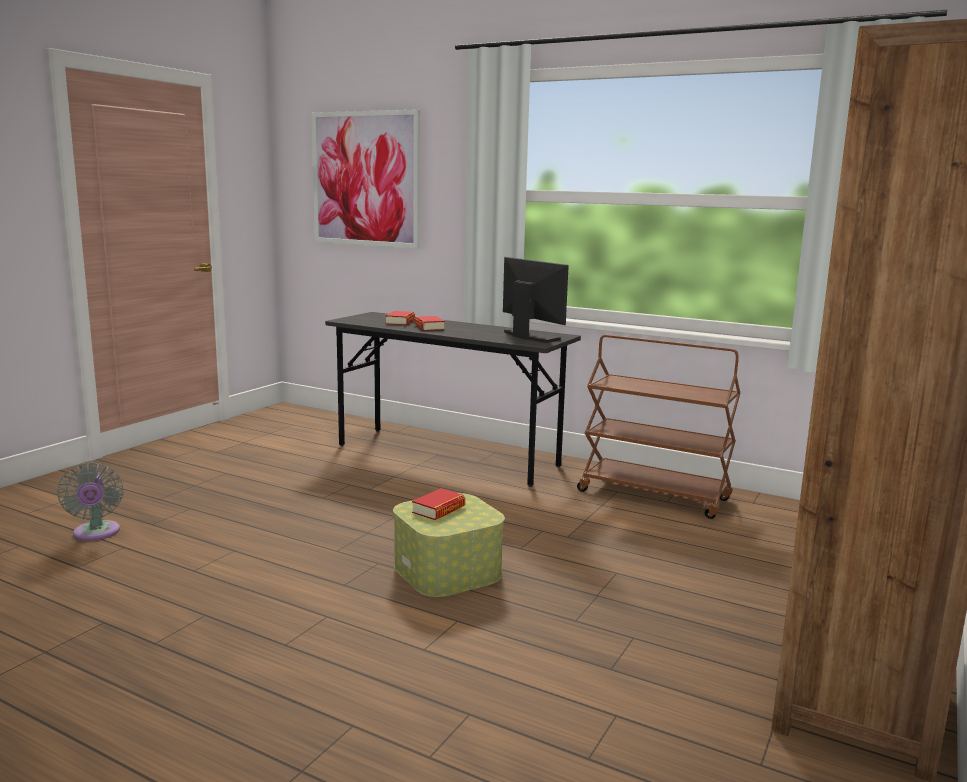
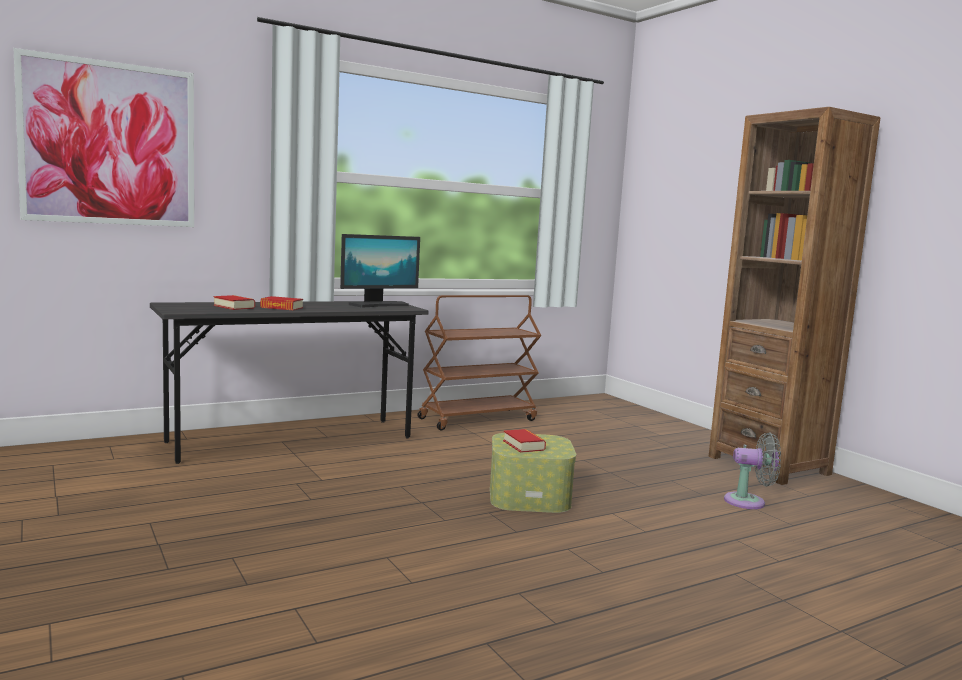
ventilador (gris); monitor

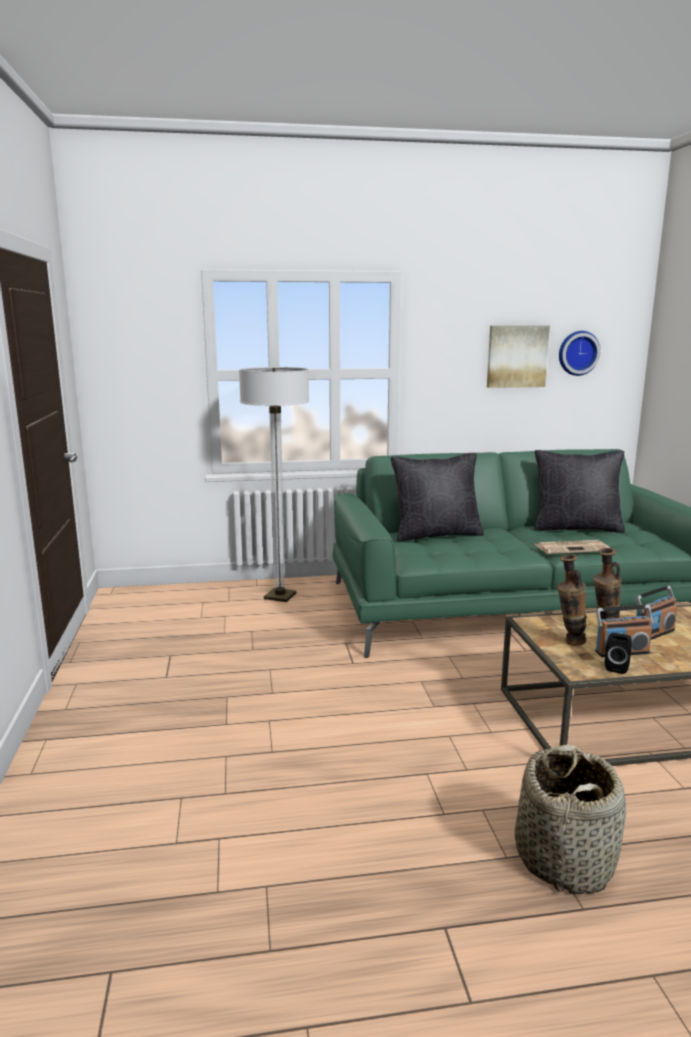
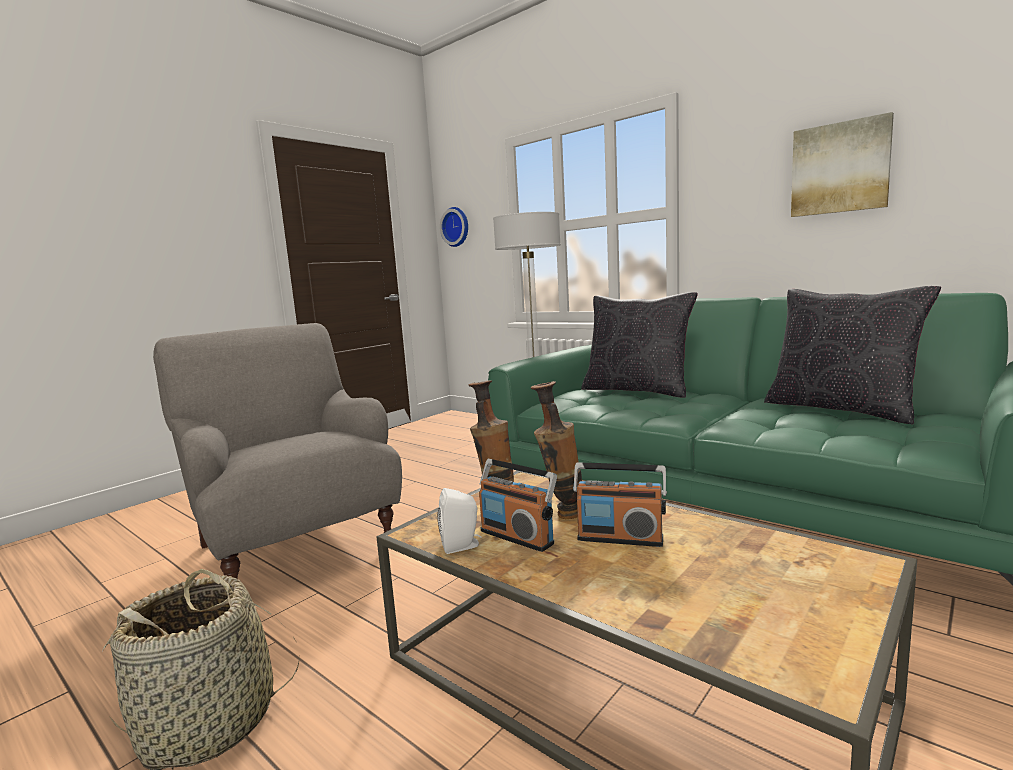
periódico; sillón (gris); reloj de pared; altavoz (blanco)

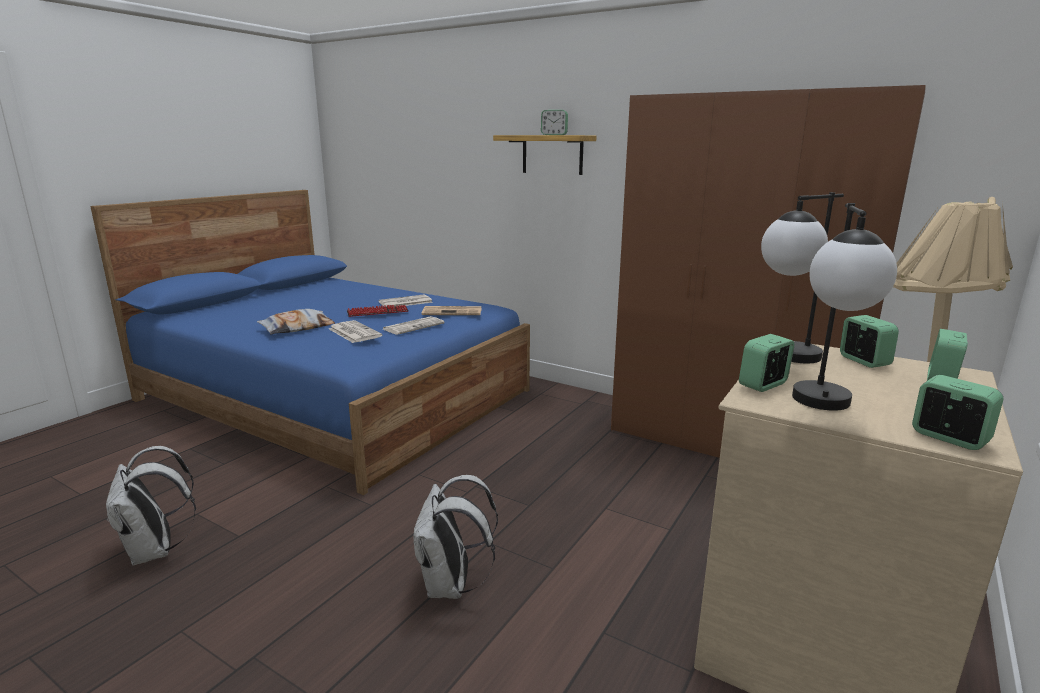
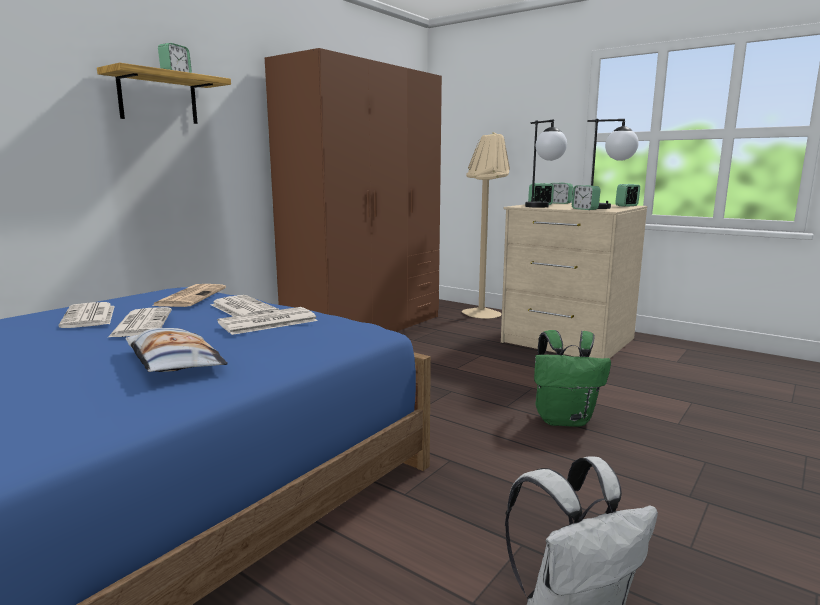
periódico (2nd from left); mochila (verde)

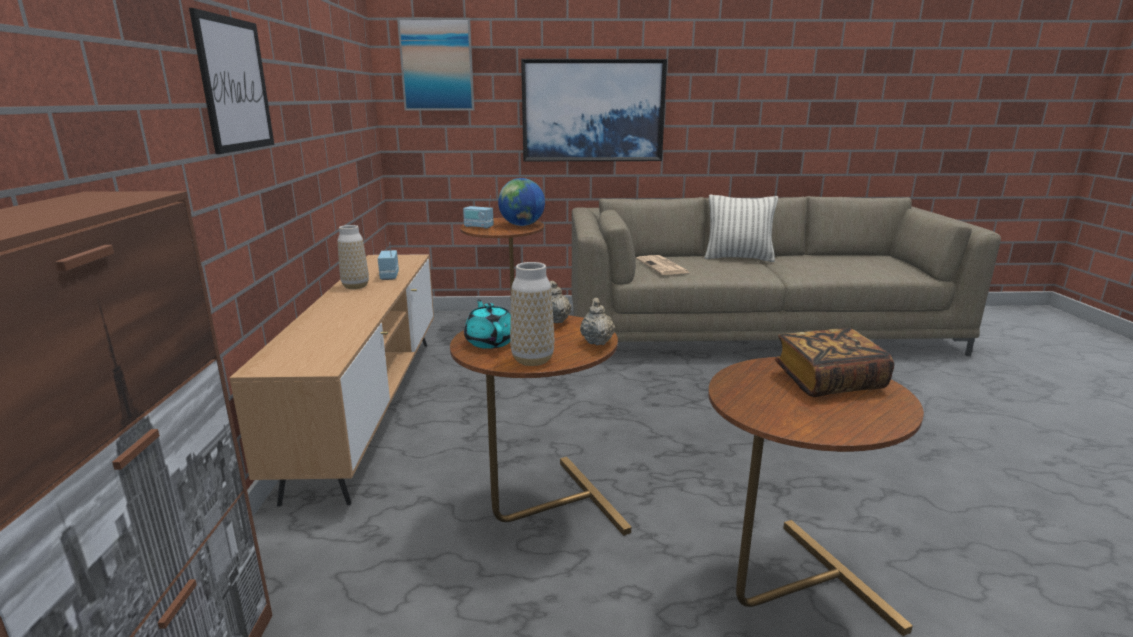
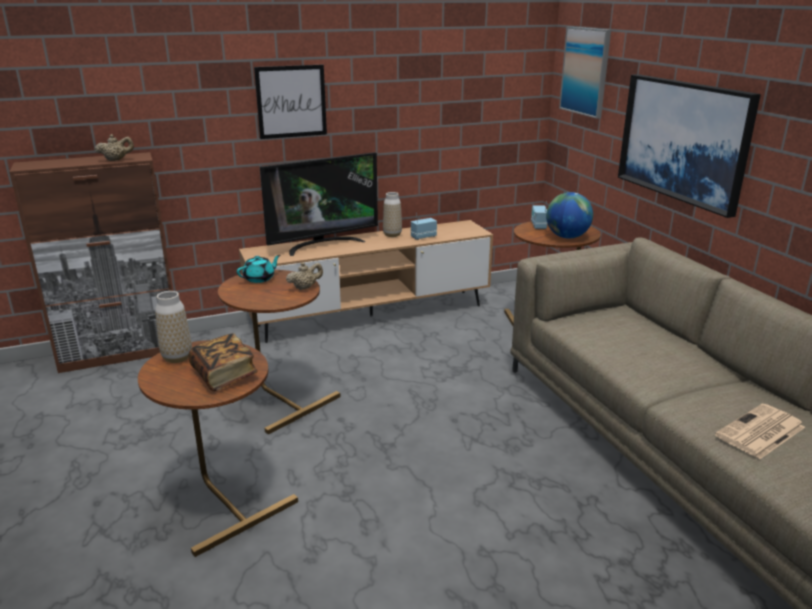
cojín; televisor; florero (1st from left); tetera (beis) (1st from left); periódico

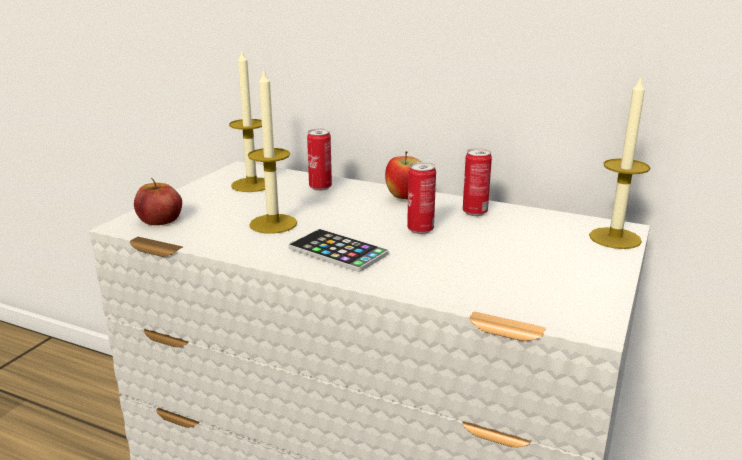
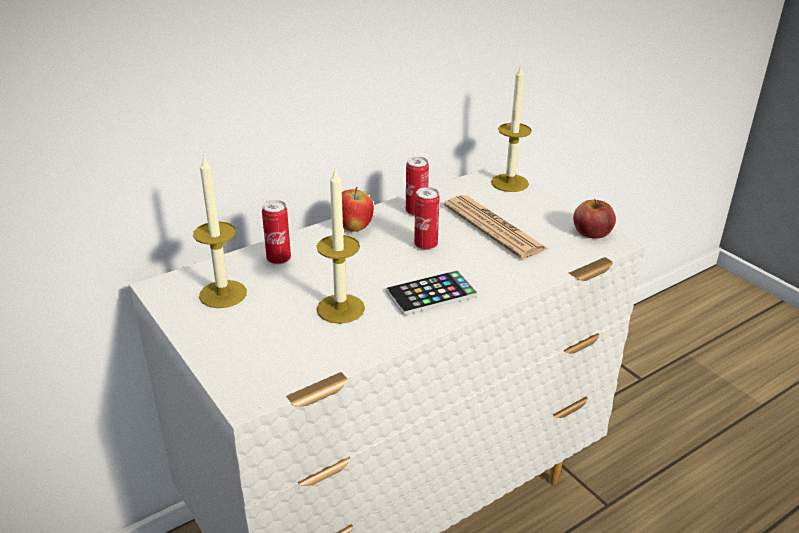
periódico; manzana (2nd from left)

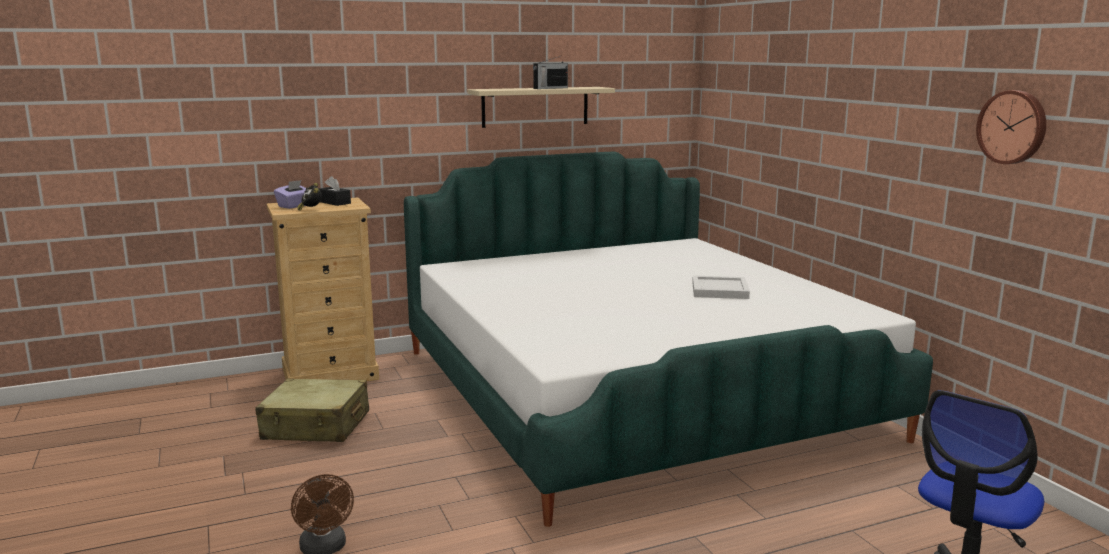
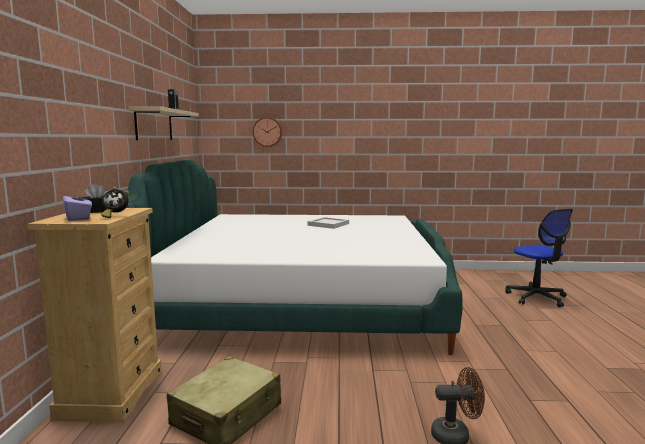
reloj de pared

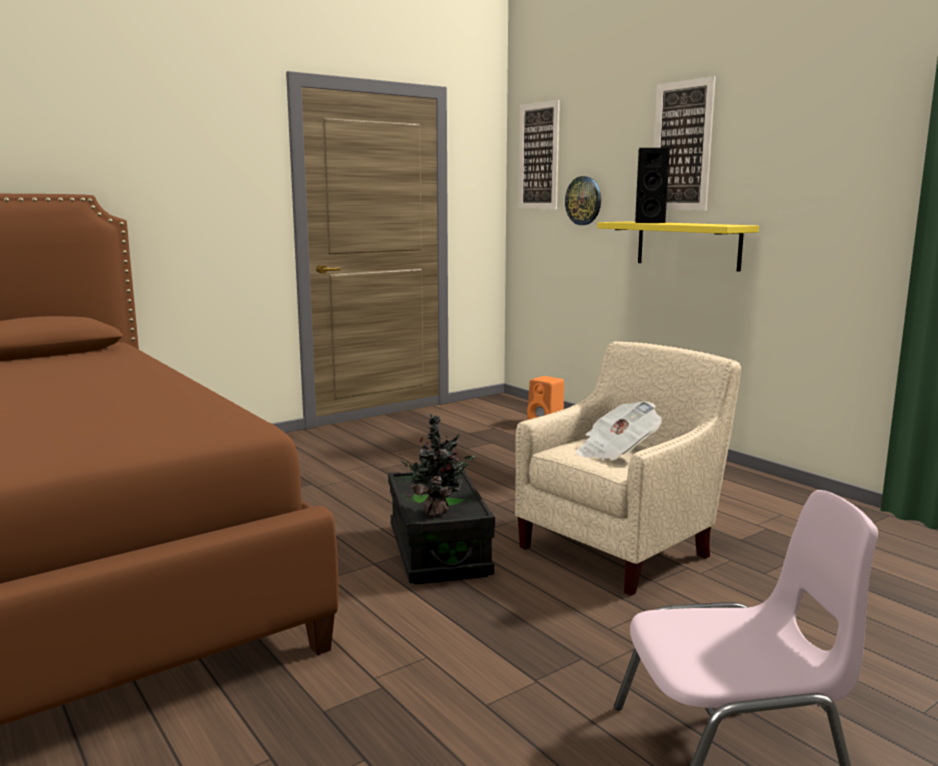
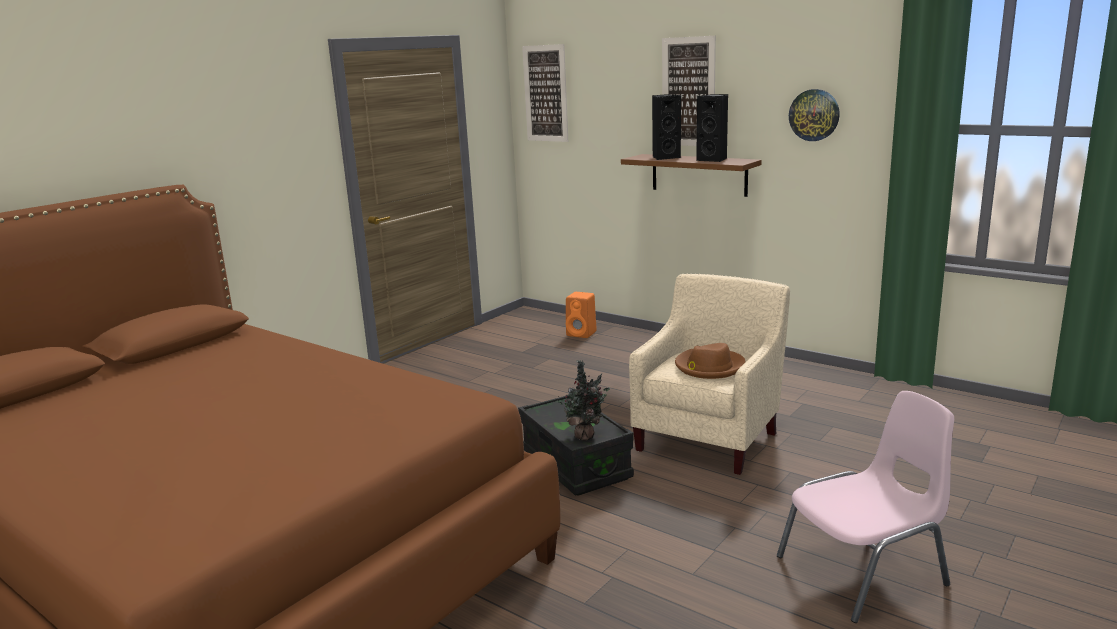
altavoz (negro) (2nd from left); reloj de pared; sombrero (marrón); estante (marrón)

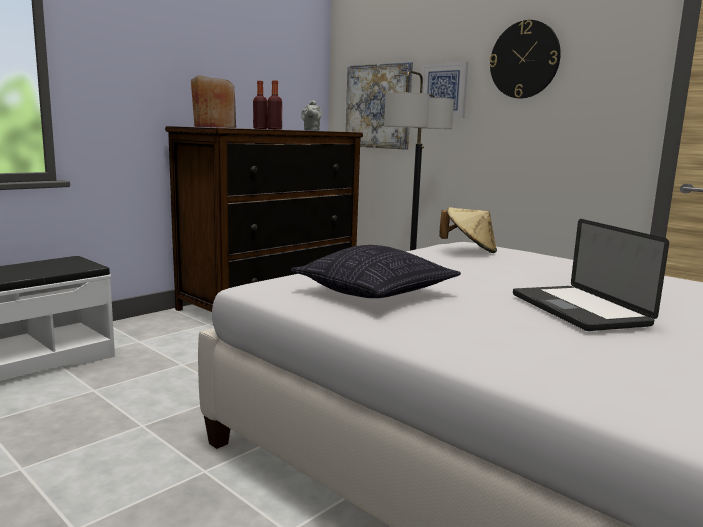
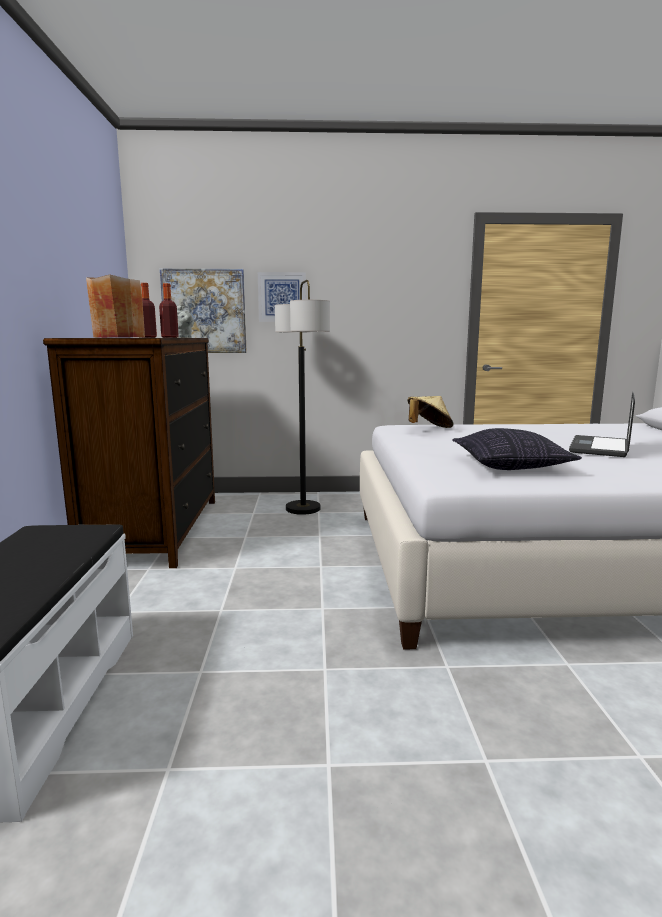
reloj de pared; portátil

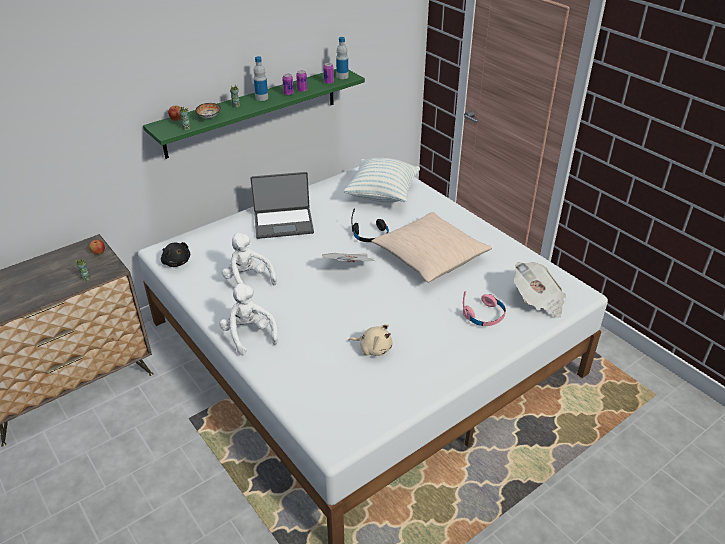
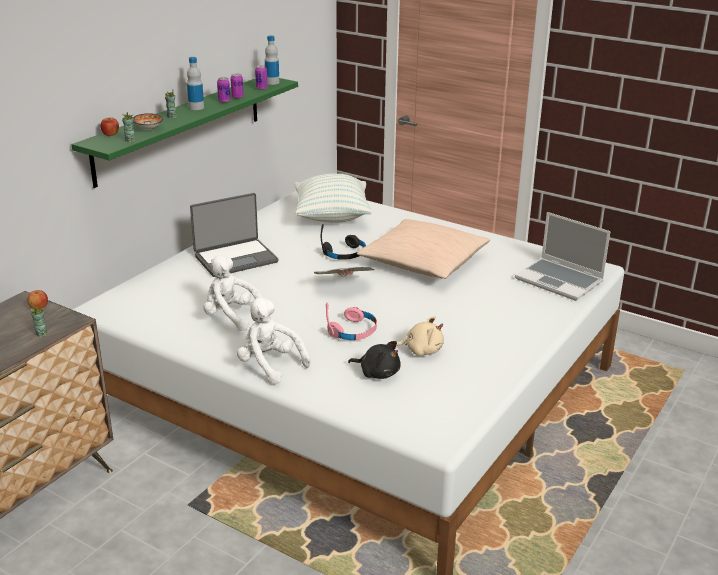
peluche (negro); auriculares (rosa); portátil (2nd from left)

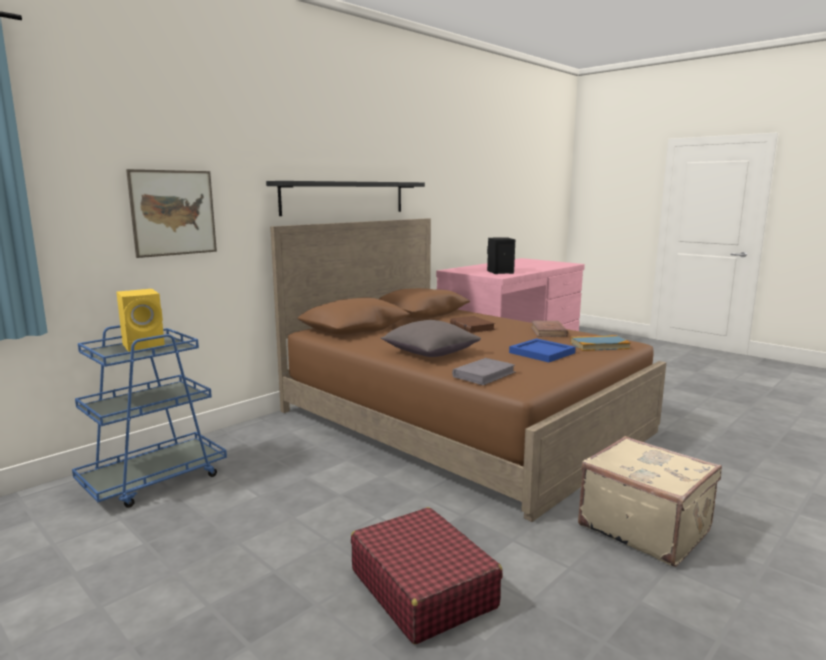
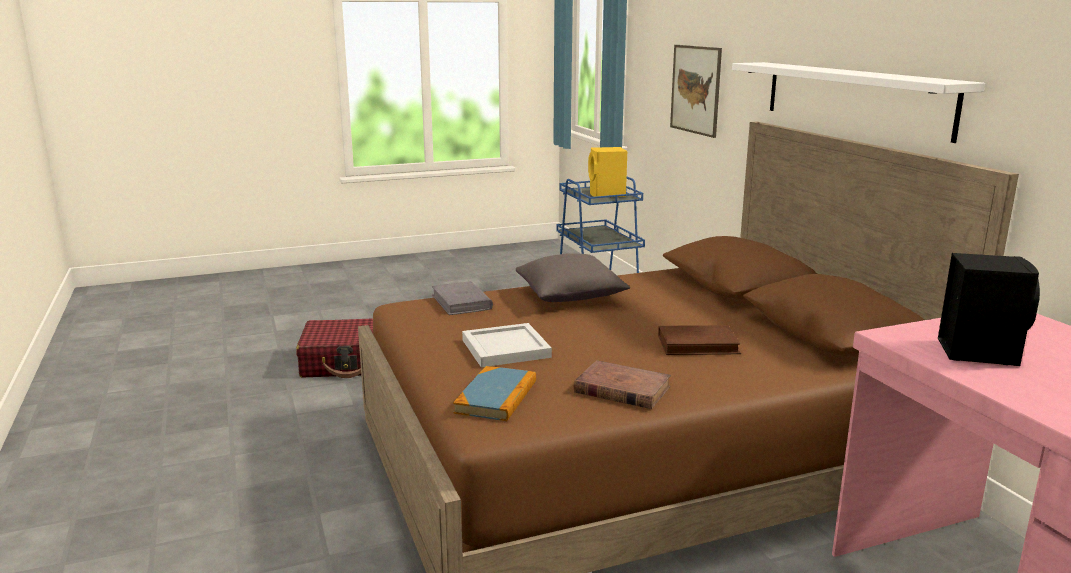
maleta (beis); estante (blanco); bandeja (blanco)

